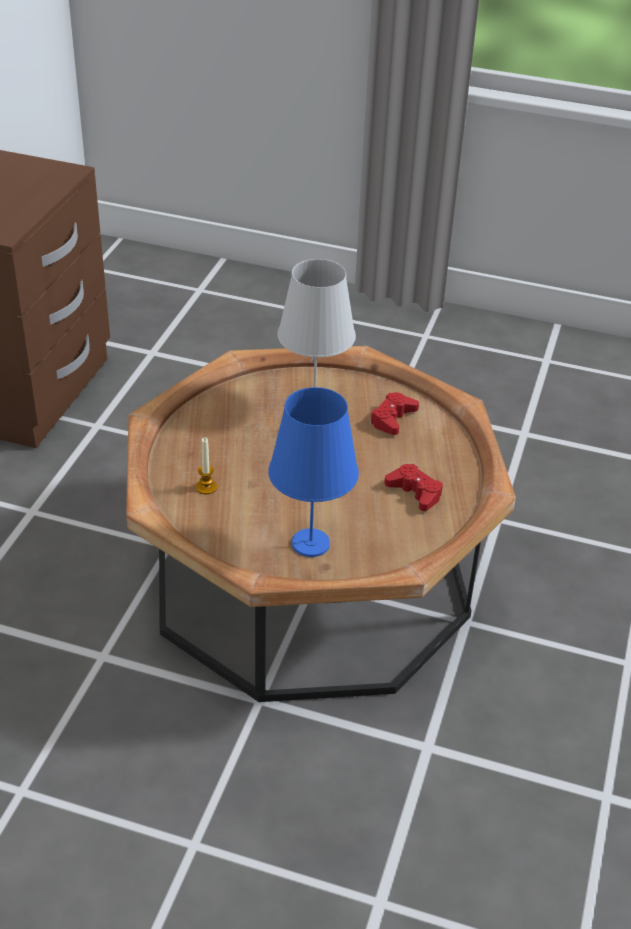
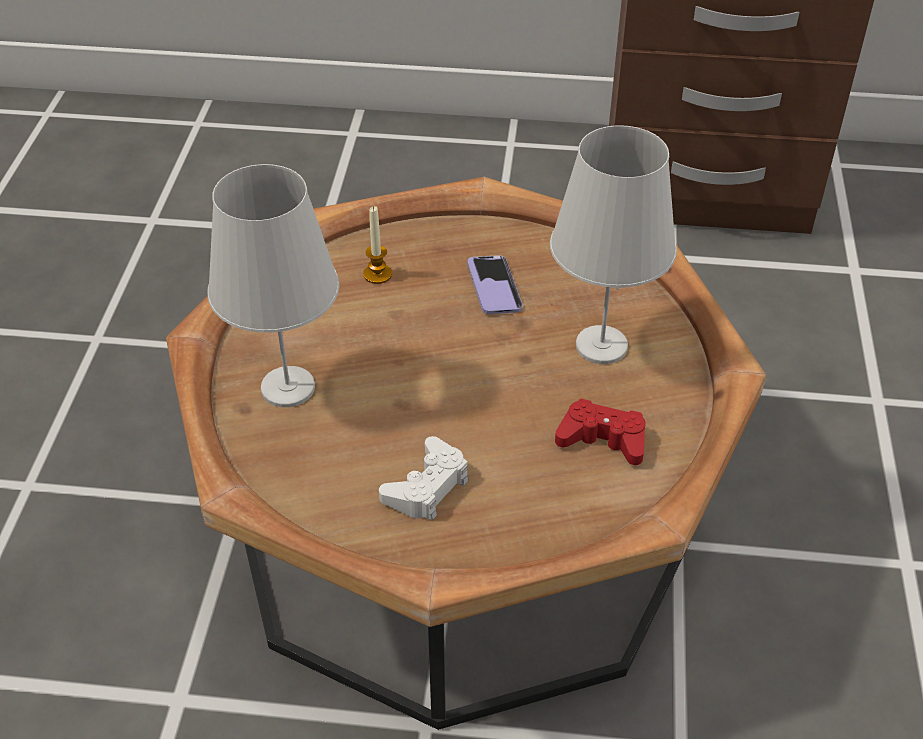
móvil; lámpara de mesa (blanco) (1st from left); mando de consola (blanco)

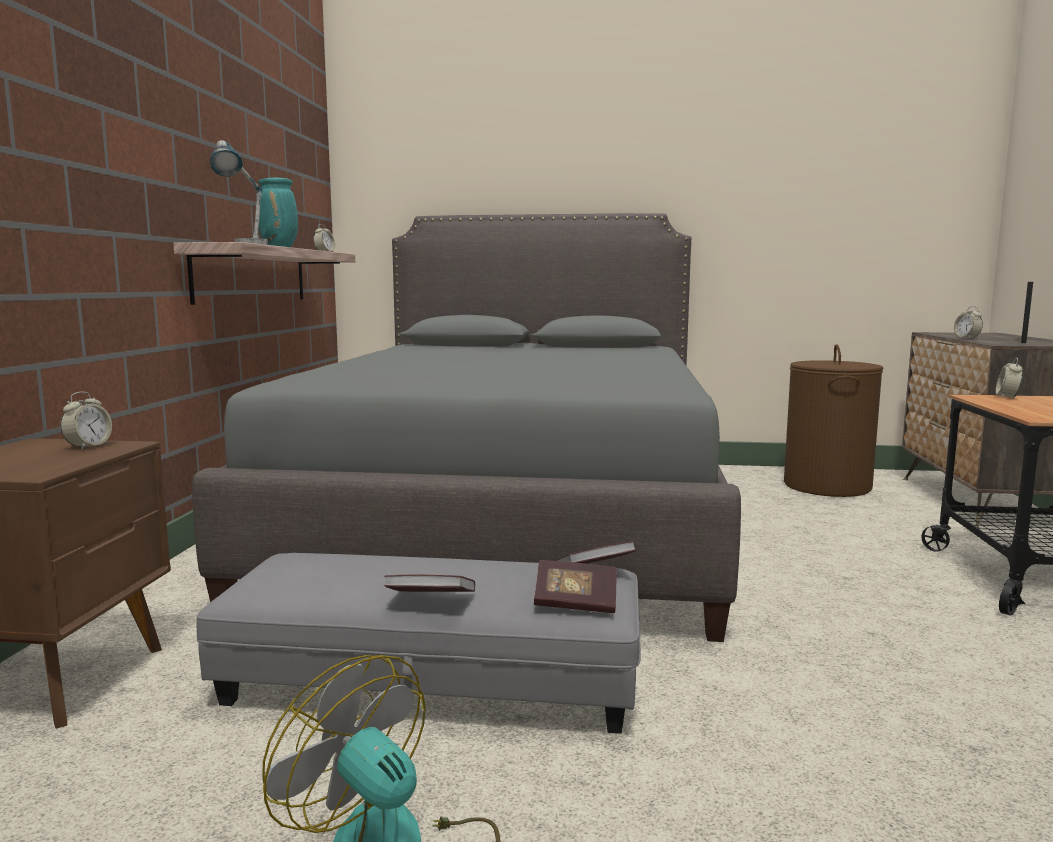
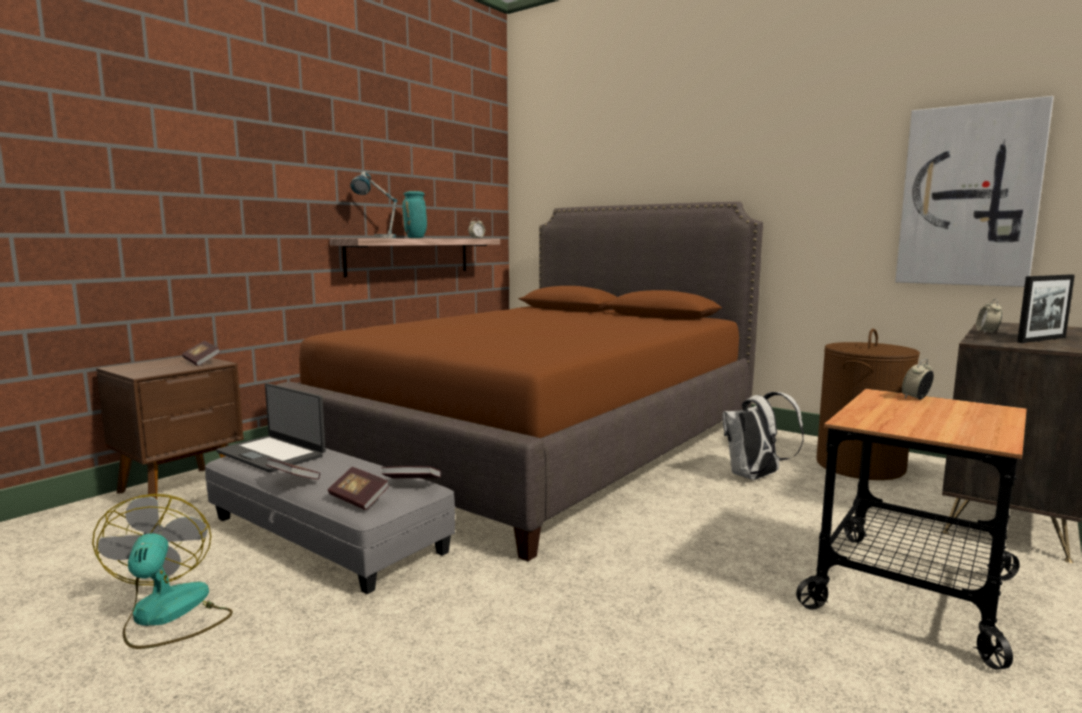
portátil; mochila (blanco); cuadro; libro (1st from left); cama (marrón)

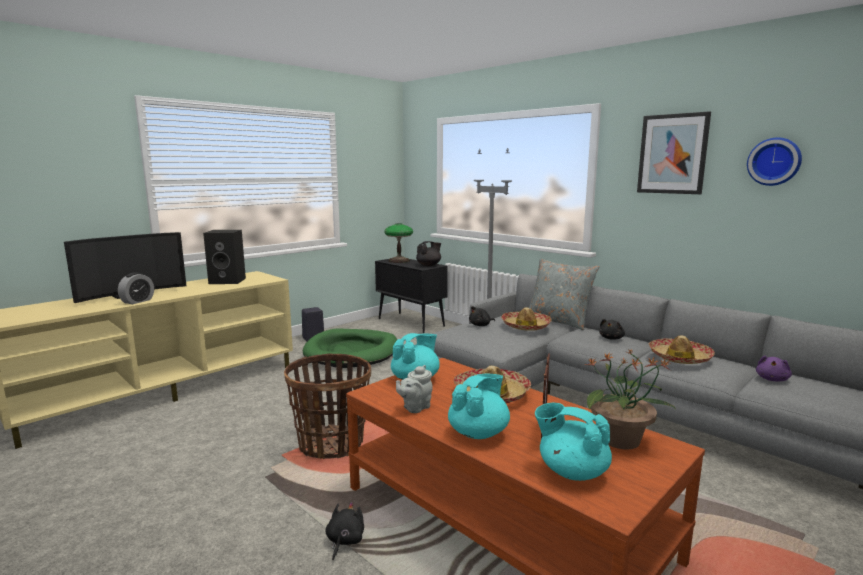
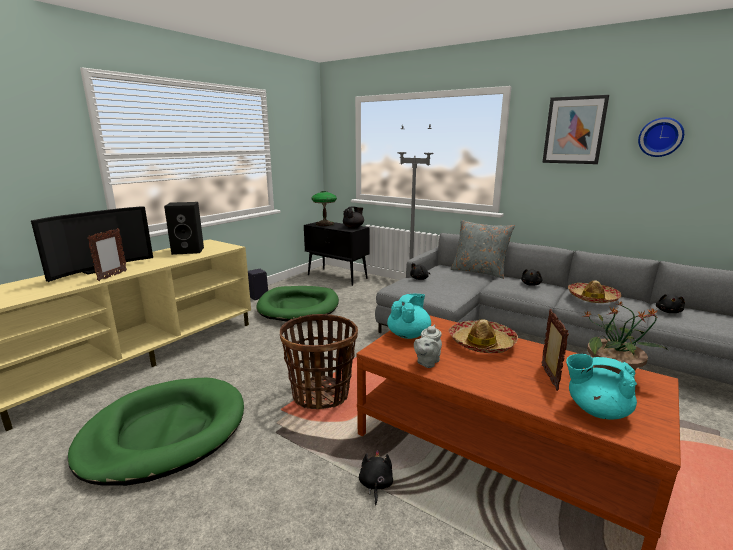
tetera (turquesa) (2nd from left in the first image); sombrero (2nd from left in the first image); cama para perro (verde) (1st from left); portarretratos (1st from left); peluche (negro) (4th from left)

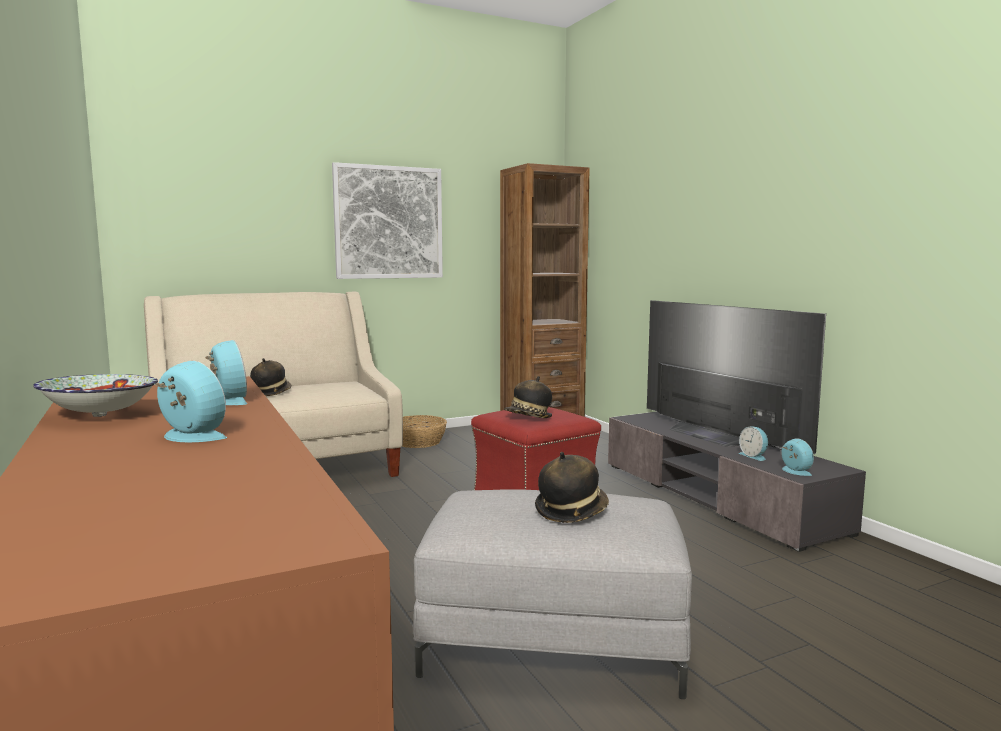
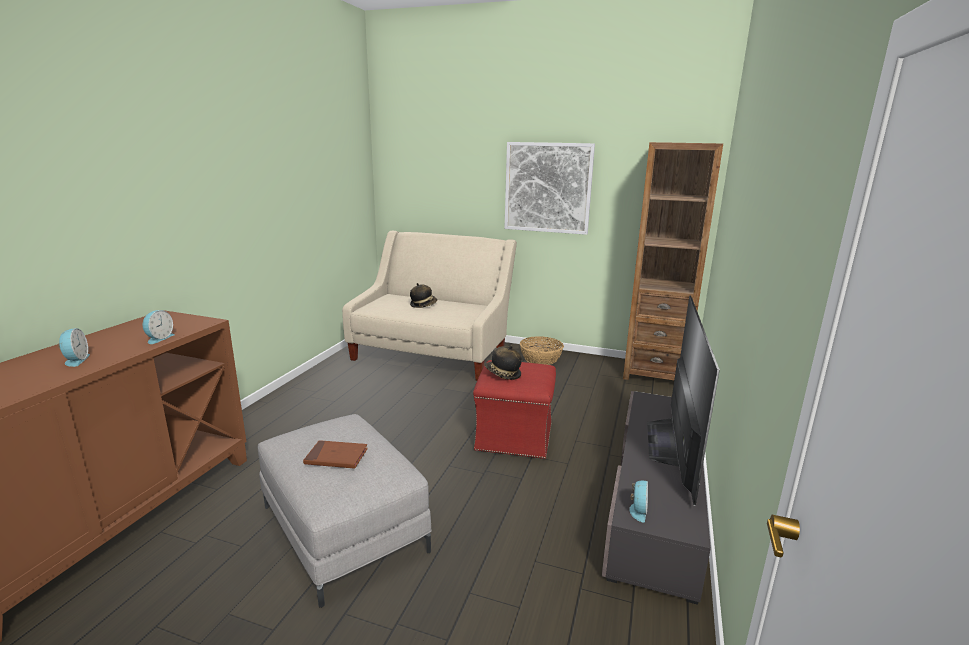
cuenco; despertador (3rd from left in the first image); libro (marrón)

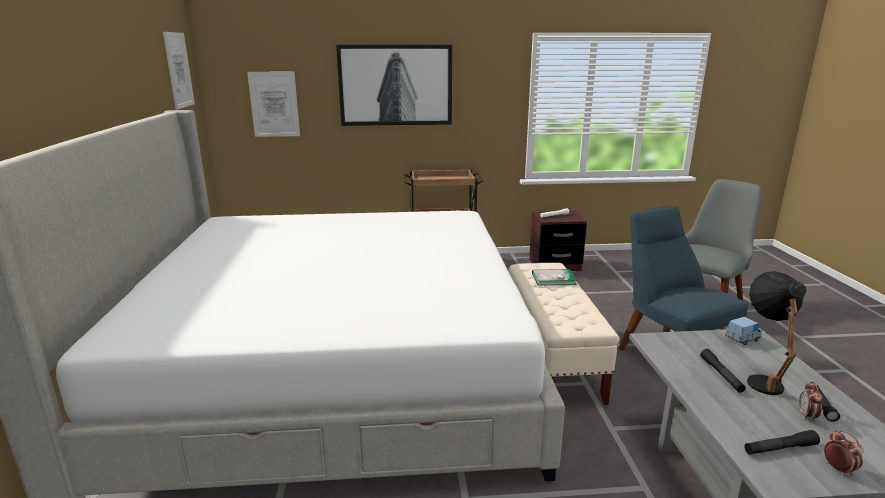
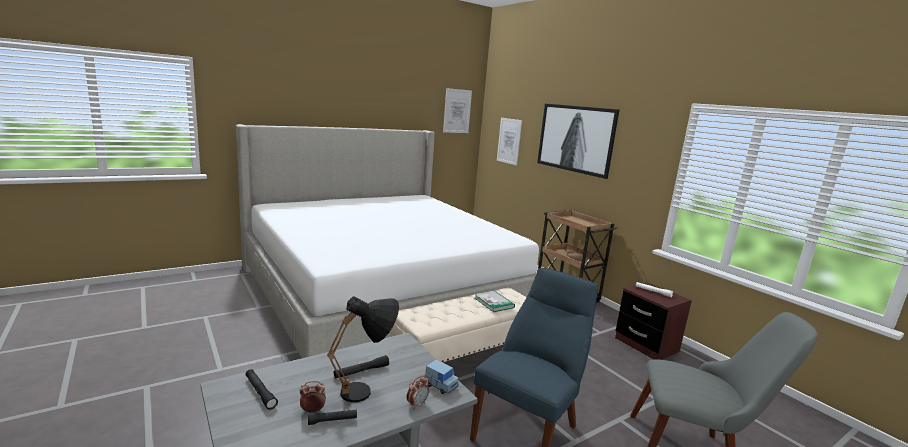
despertador (2nd from left)

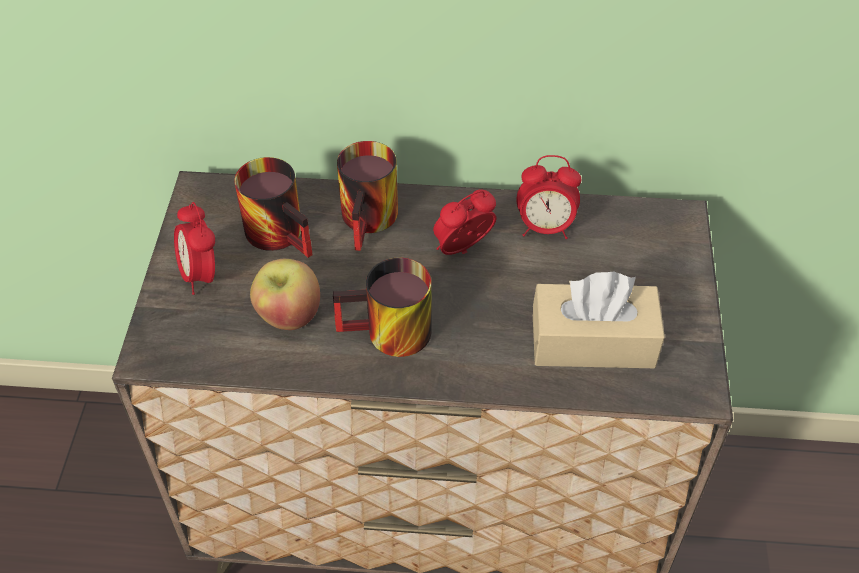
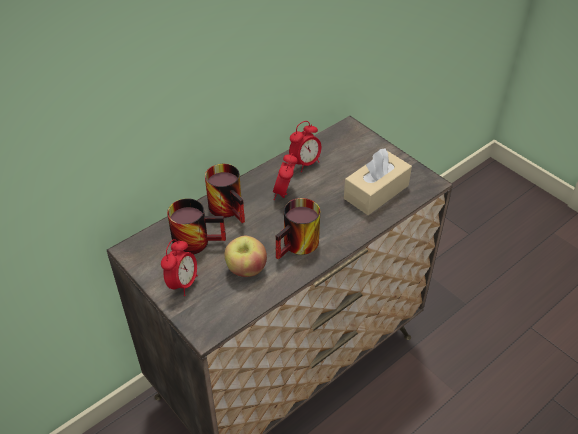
despertador (1st from left)

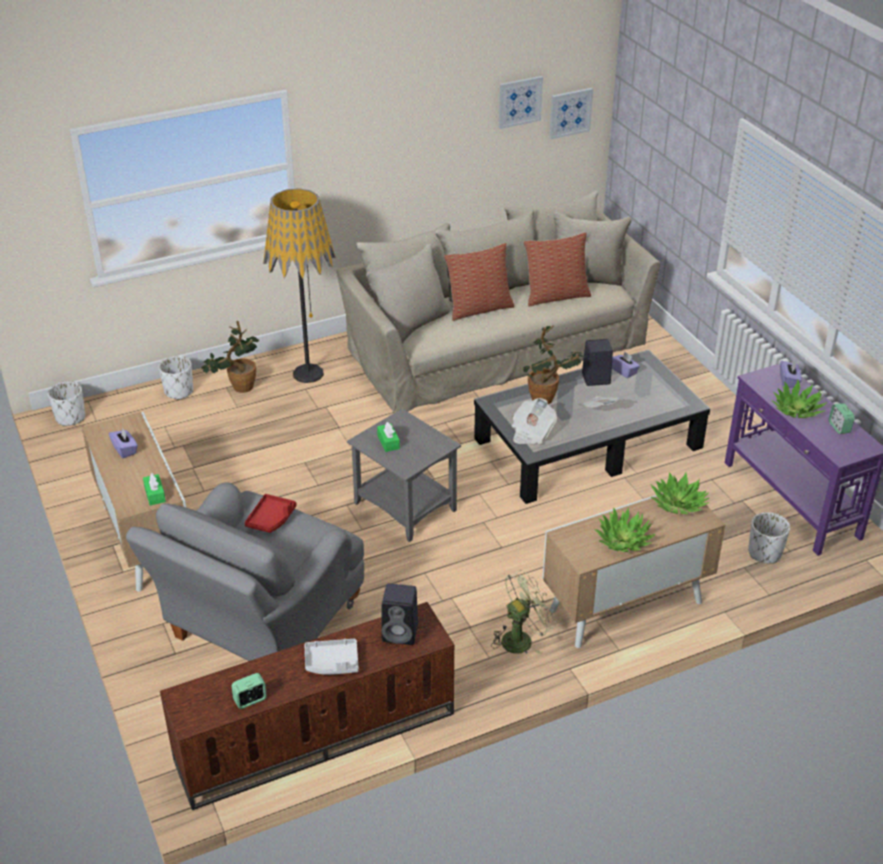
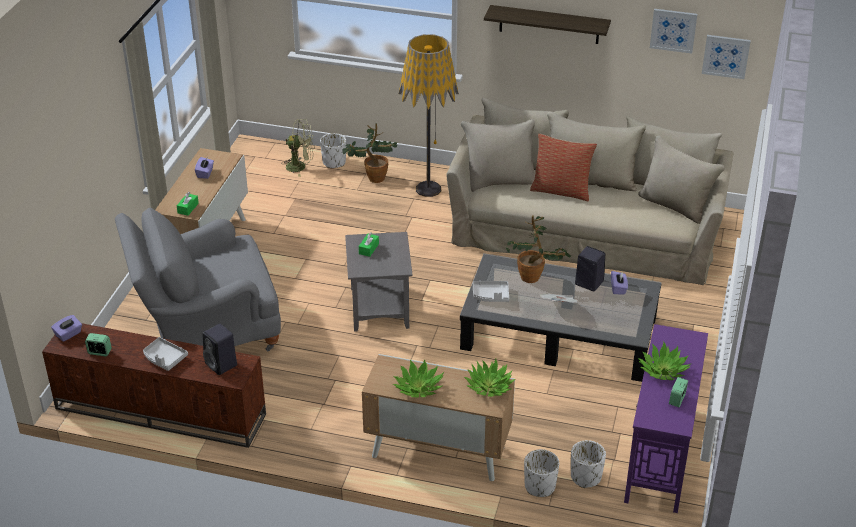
bandeja (rojo); cojín (2nd from left in the first image); estante; maceta (blanco) (2nd from left); ventilador (verde); caja de pañuelos (morado) (1st from left); bandeja (gris) (2nd from left)

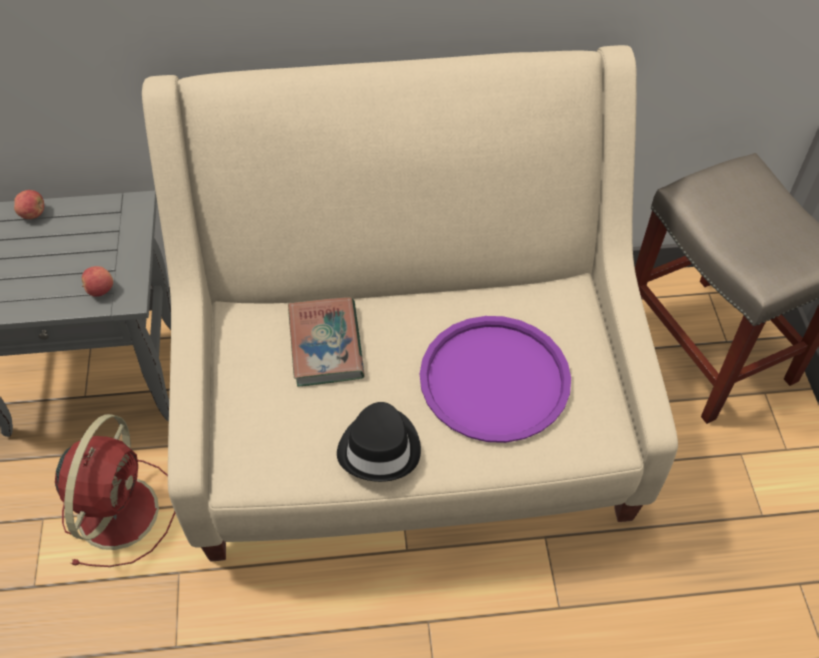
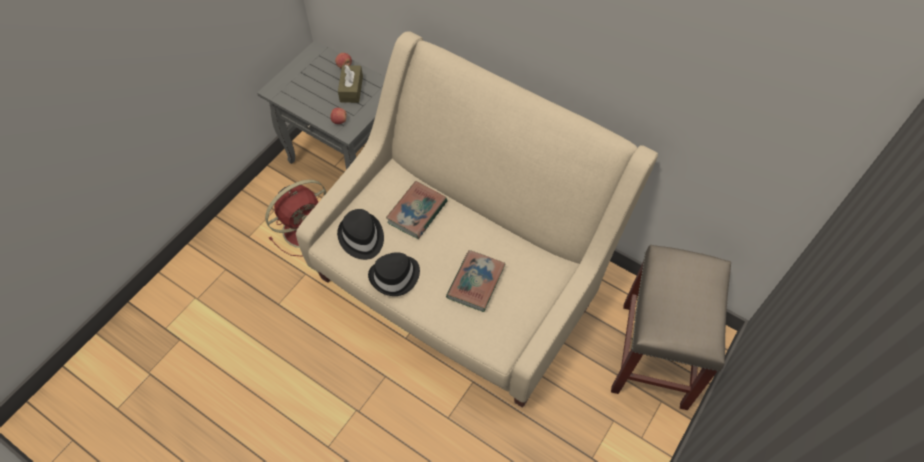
sombrero (negro) (1st from left); caja de pañuelos (marrón); libro (2nd from left)

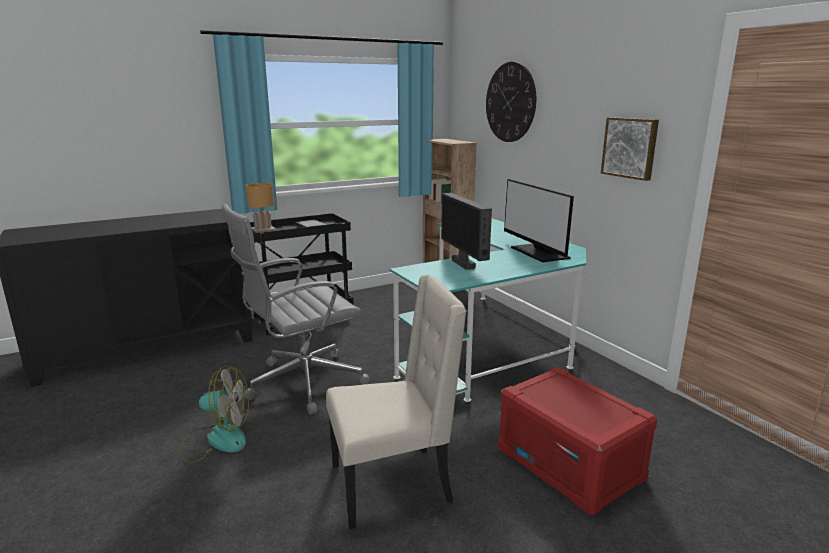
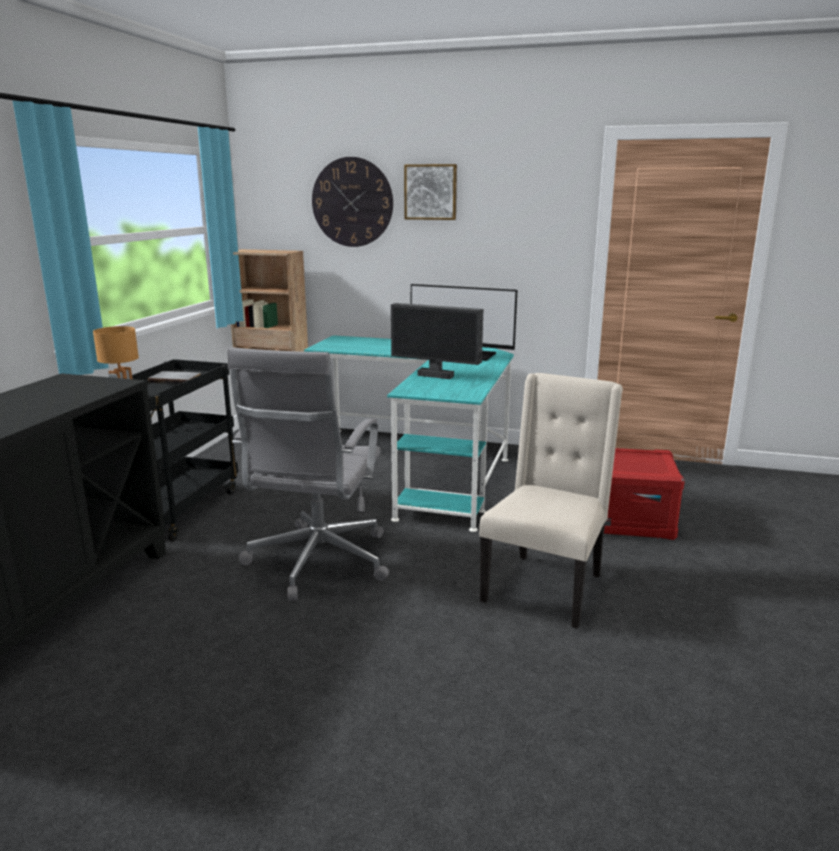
ventilador; cuadro

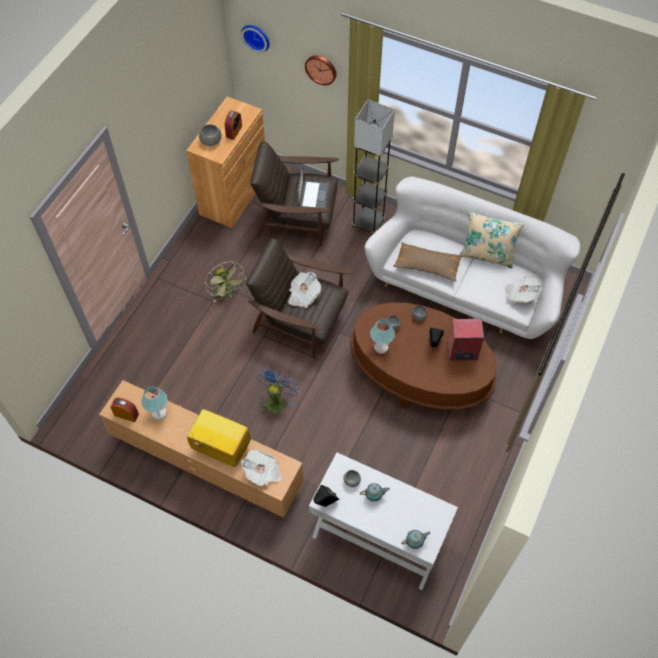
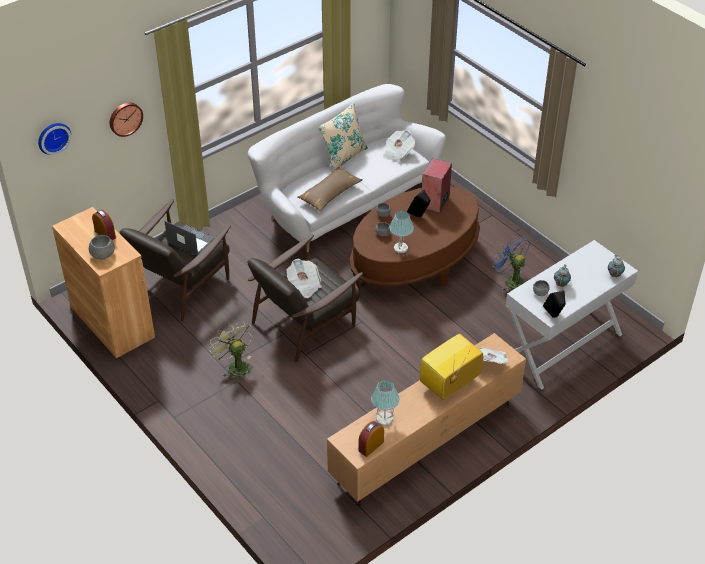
lámpara de pie (gris); ventilador (azul); ventilador (verde)

